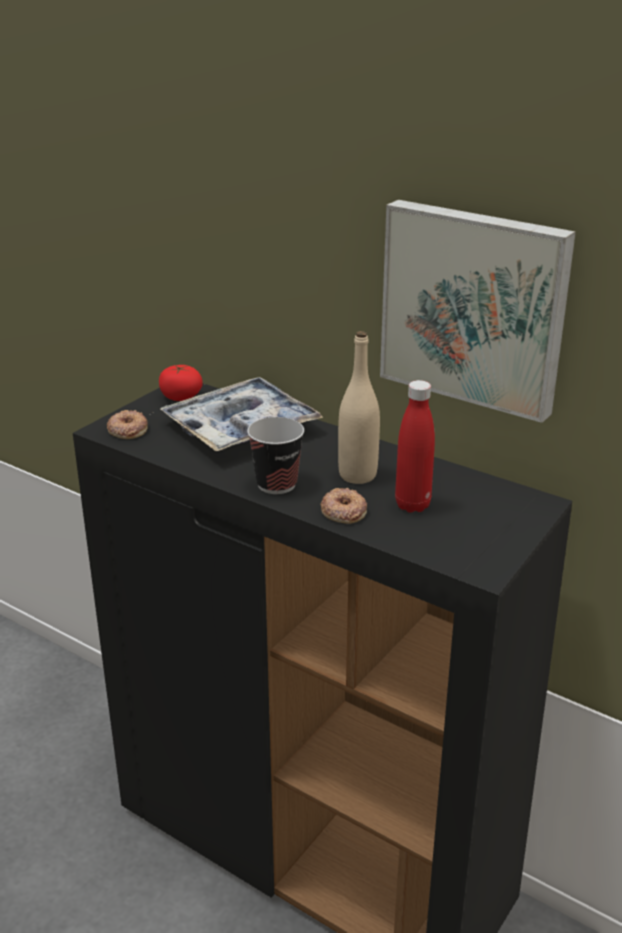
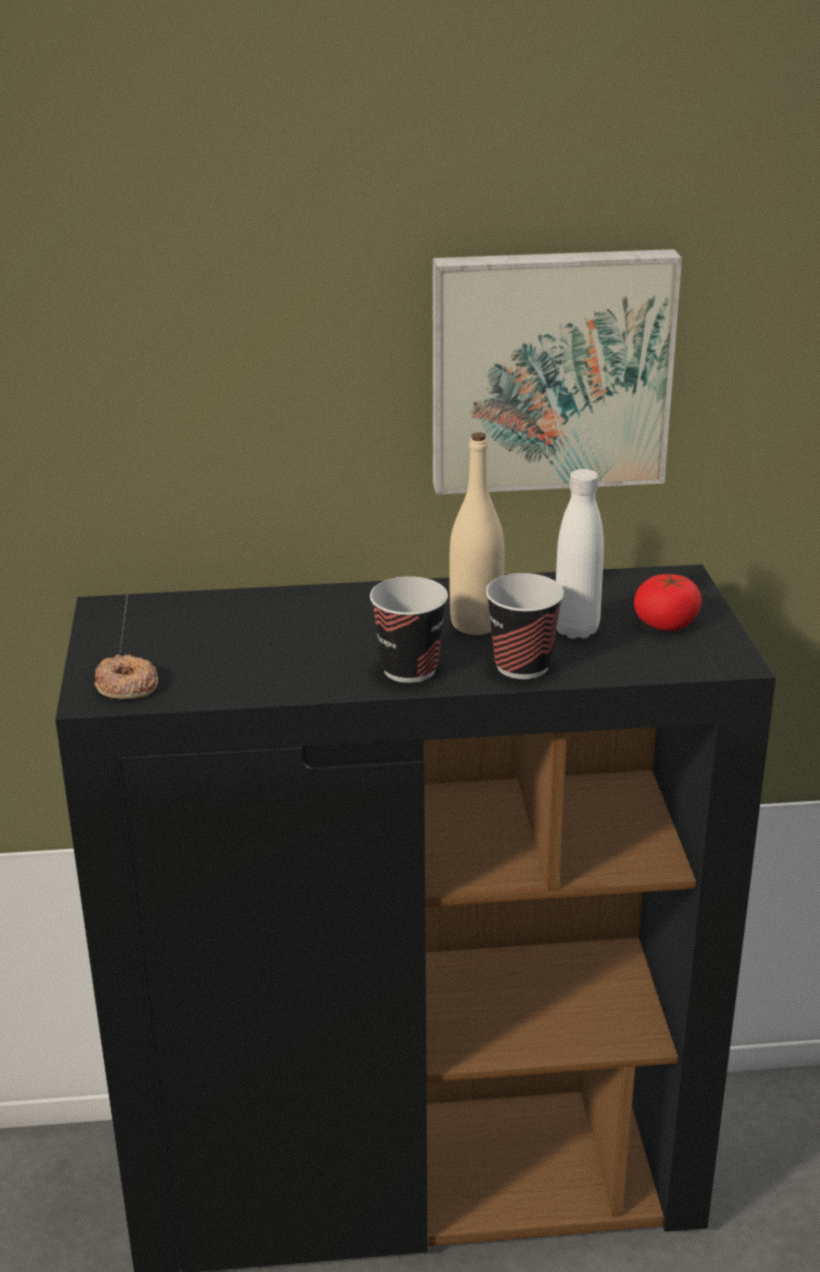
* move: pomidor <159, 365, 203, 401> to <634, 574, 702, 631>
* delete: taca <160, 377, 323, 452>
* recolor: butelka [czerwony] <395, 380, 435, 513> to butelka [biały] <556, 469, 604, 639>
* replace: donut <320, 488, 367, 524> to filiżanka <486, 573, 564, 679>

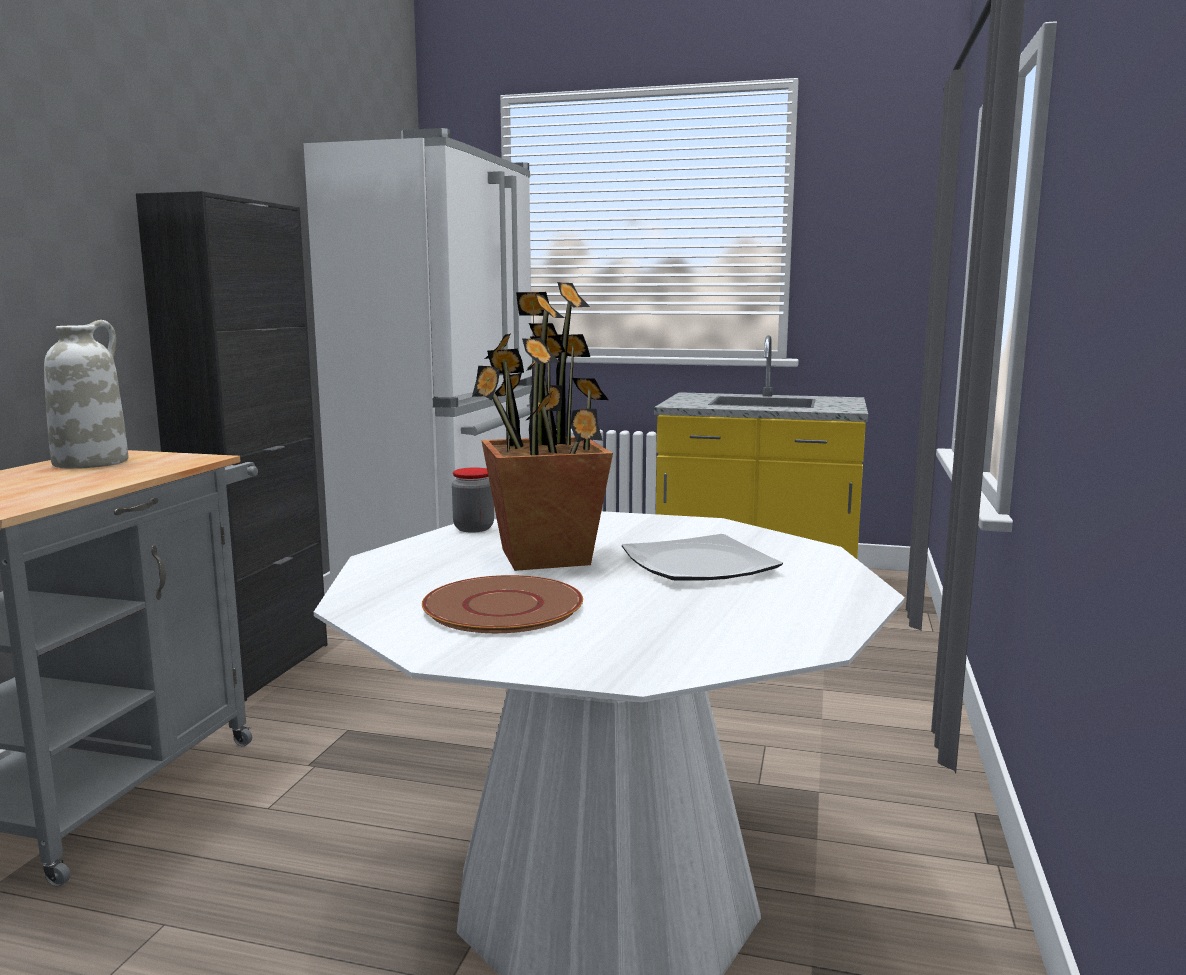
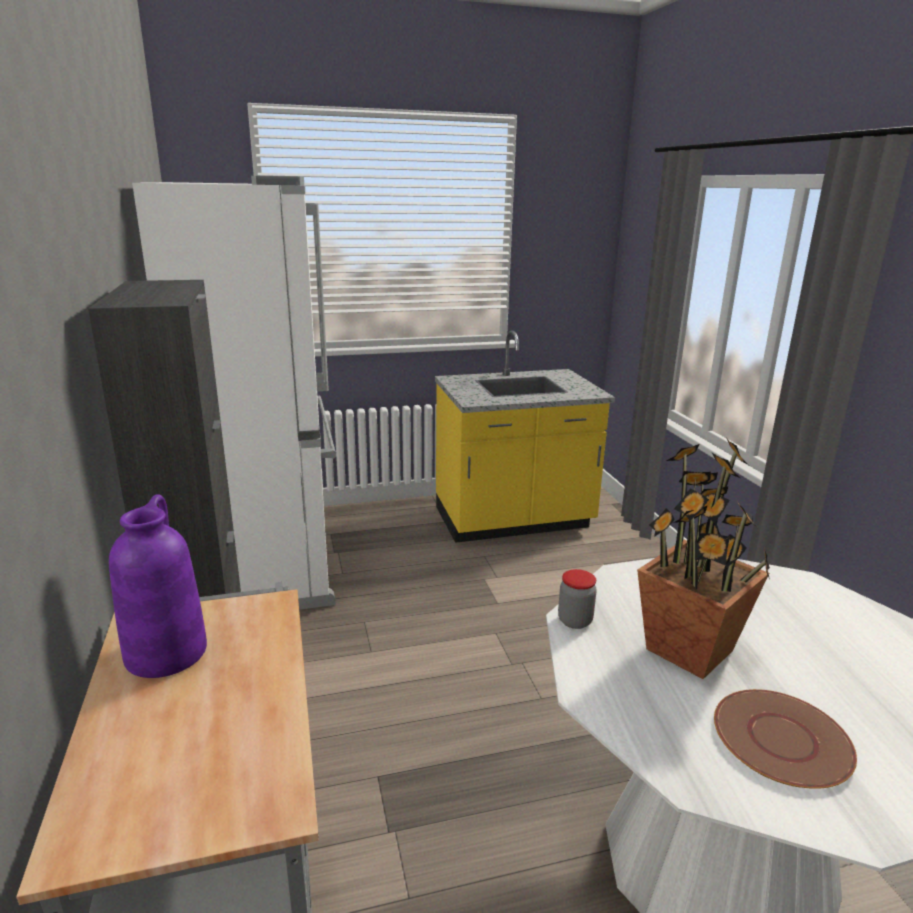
* recolor: wazon [biały] <44, 320, 128, 469> to wazon [fioletowy] <109, 494, 207, 678>
* delete: talerz <622, 534, 783, 581>

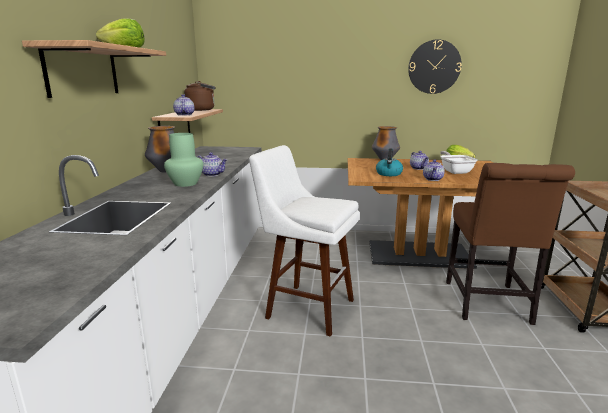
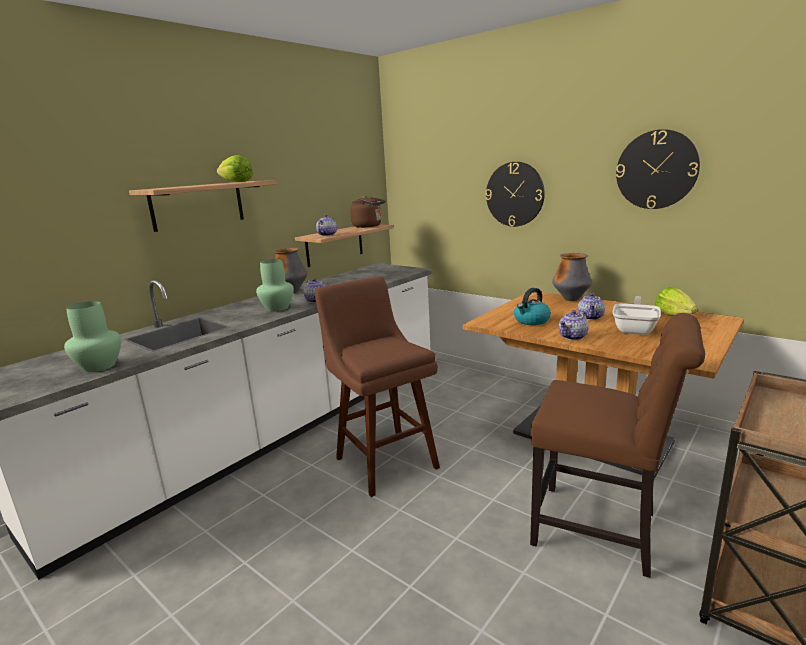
* recolor: stołek [biały] <249, 145, 360, 337> to stołek [brązowy] <315, 277, 440, 497>
* rotate: krzesło [brązowy] <446, 163, 575, 325> = <530, 313, 705, 578> 105 degrees counterclockwise
* insert: zegar ścienny <485, 162, 545, 227>
* insert: wazon [zielony] <64, 301, 121, 372>

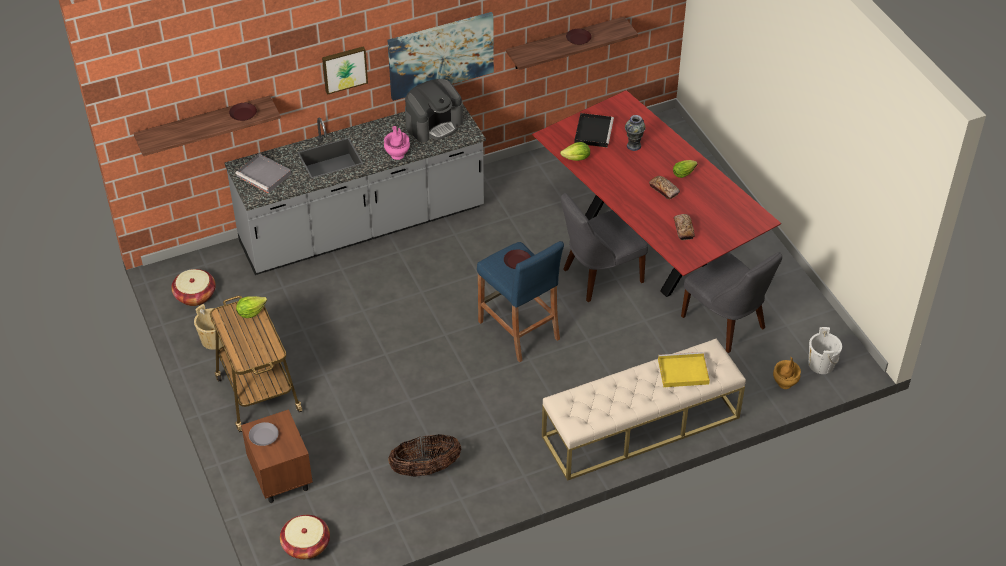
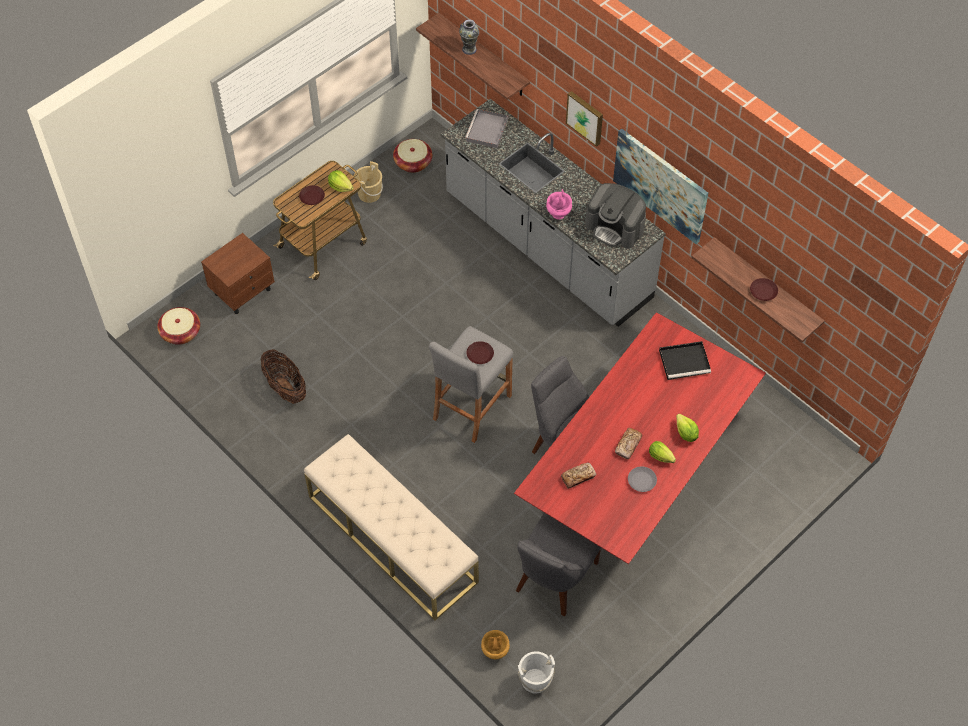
* move: talerz [brązowy] <229, 103, 257, 121> to <299, 185, 325, 205>
* move: wazon <625, 115, 645, 151> to <459, 19, 479, 55>
* move: sałata <560, 142, 590, 161> to <676, 414, 699, 442>
* recolor: stołek [niebieski] <477, 241, 564, 362> to stołek [szary] <429, 326, 513, 443>
* delete: taca [żółty] <658, 352, 710, 387>
* move: talerz [szary] <249, 422, 279, 446> to <628, 466, 657, 492>

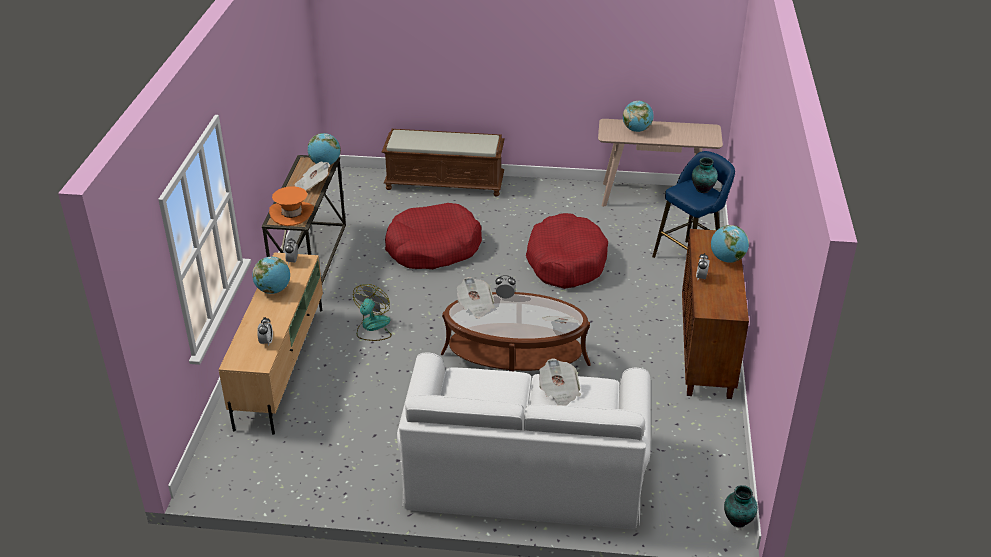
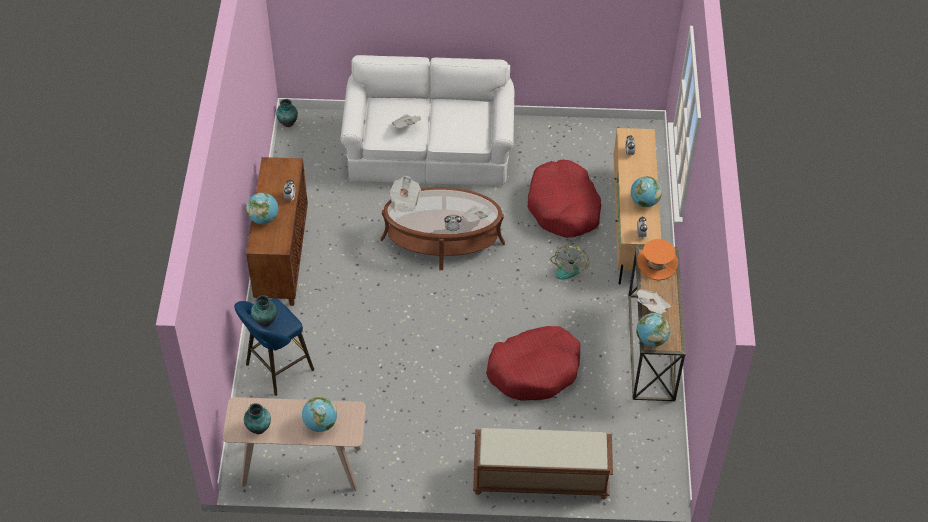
* move: legowisko [czerwony] <526, 213, 608, 289> to <528, 159, 601, 238>
* insert: wazon <244, 403, 271, 434>

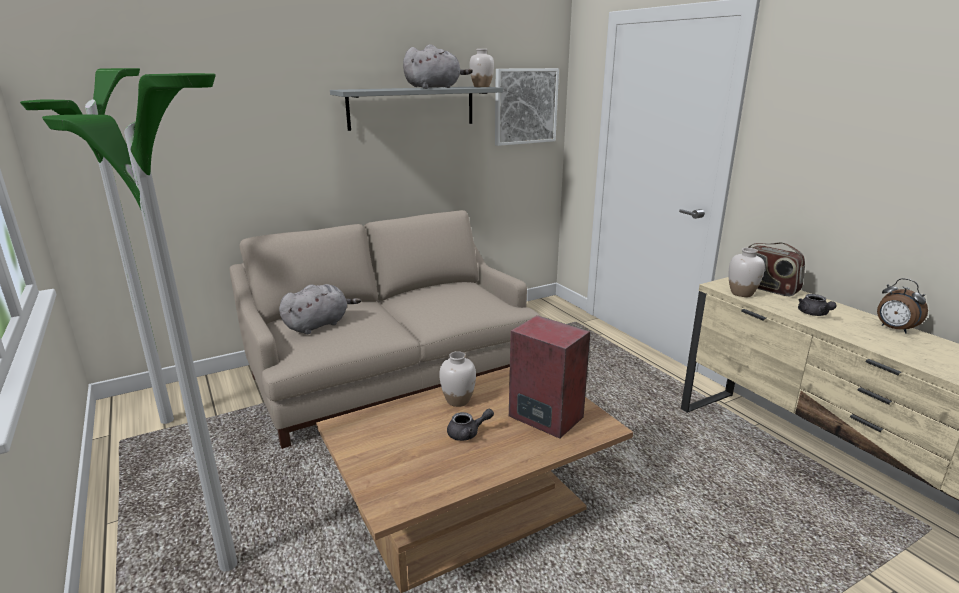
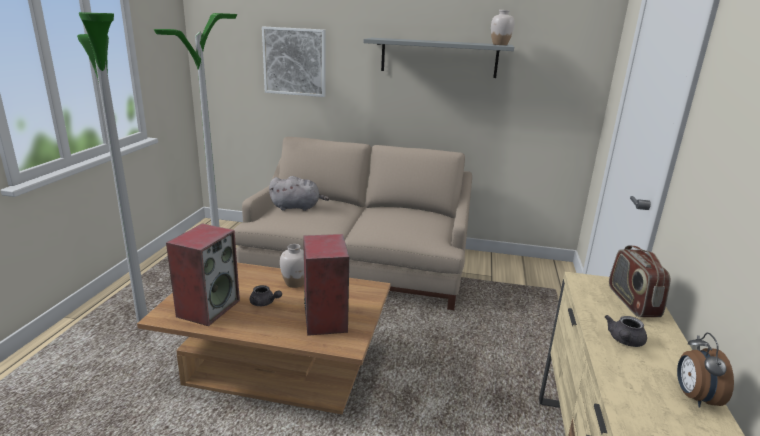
* delete: pluszak [szary] <403, 44, 473, 89>
* move: obraz <495, 68, 559, 146> to <262, 27, 325, 97>
* delete: wazon [biały] <729, 248, 765, 297>
* insert: głośnik <166, 223, 240, 326>

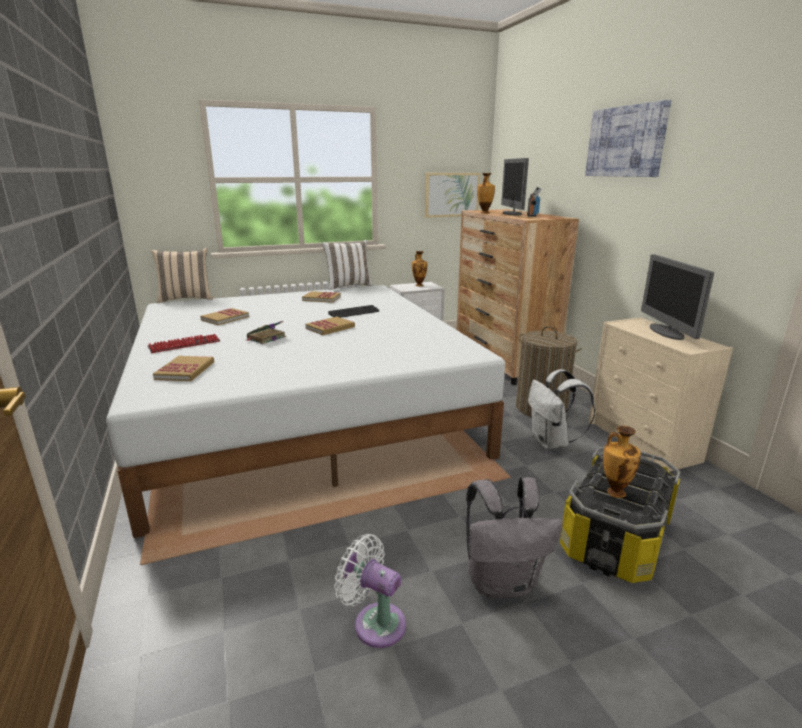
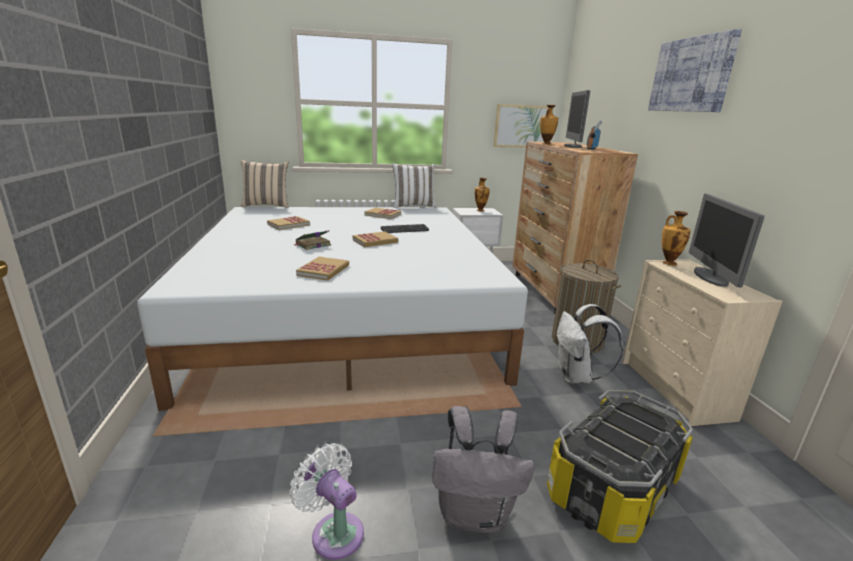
* delete: klawiatura <148, 334, 220, 353>
* move: książka <153, 356, 214, 381> to <296, 257, 349, 280>
* move: wazon <603, 426, 641, 498> to <662, 211, 691, 265>

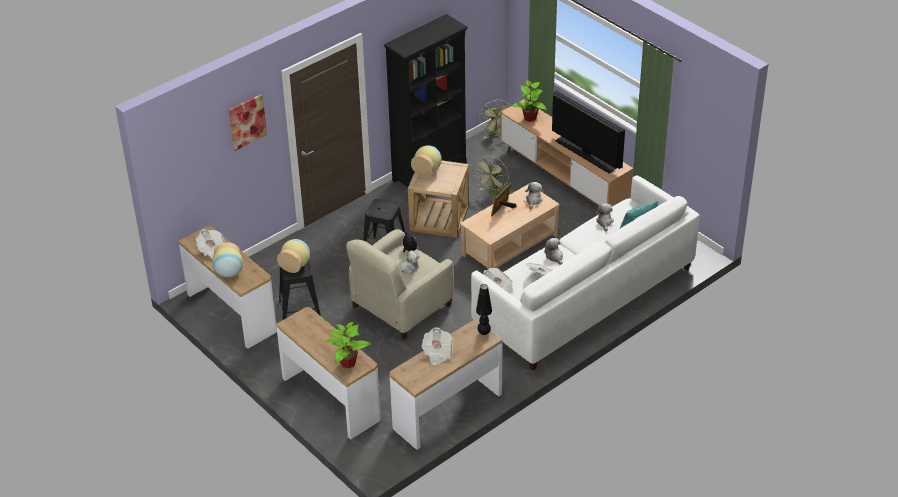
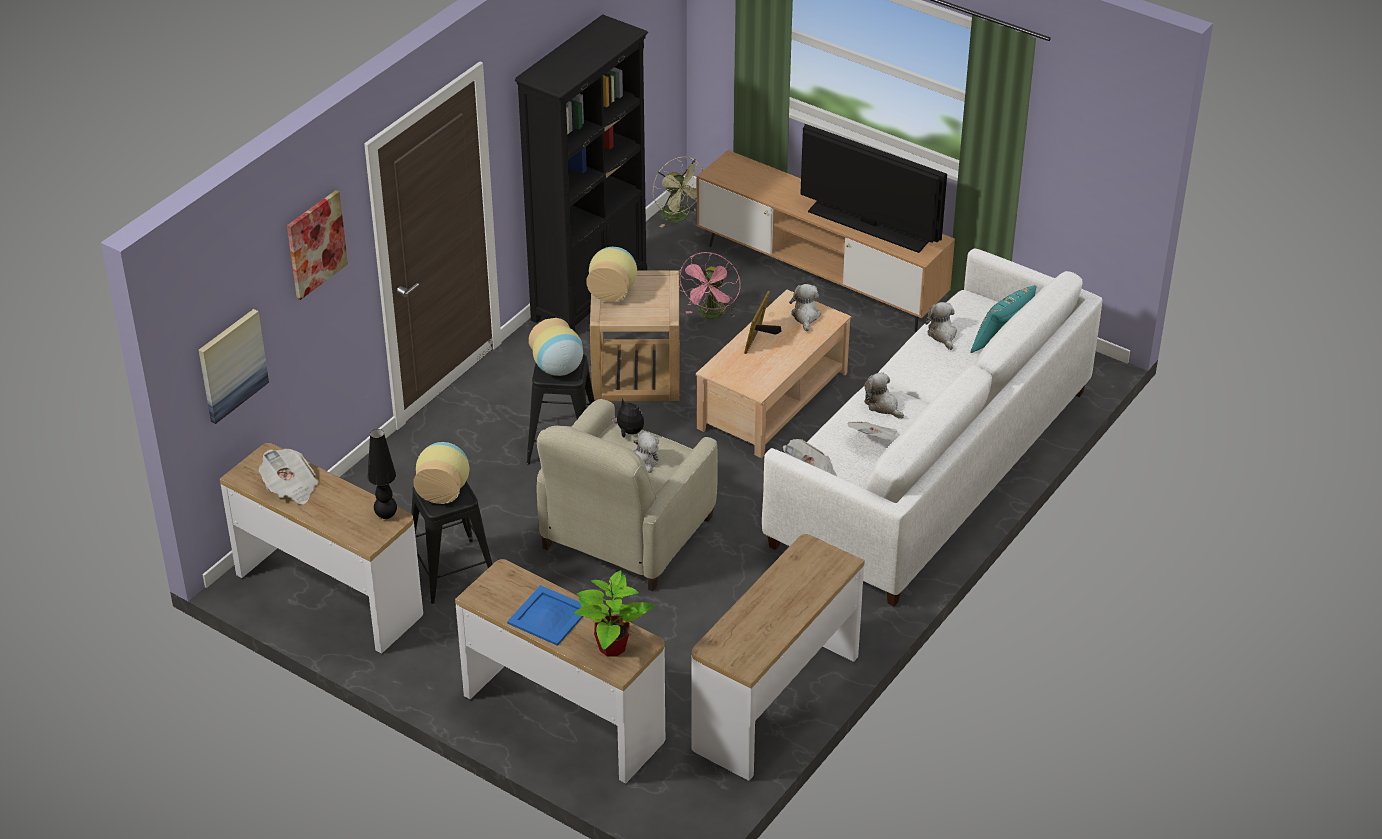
* delete: roślina doniczkowa <512, 80, 547, 122>
* recolor: wentylator [zielony] <474, 156, 509, 195> to wentylator [różowy] <679, 252, 741, 319>
* move: wazon <212, 243, 243, 277> to <529, 318, 583, 376>
* move: lampa stołowa [czarny] <476, 284, 492, 335> to <368, 429, 397, 519>
* delete: gazeta <421, 327, 453, 365>
* insert: obraz <199, 309, 269, 424>
* insert: taca [niebieski] <507, 585, 583, 646>

